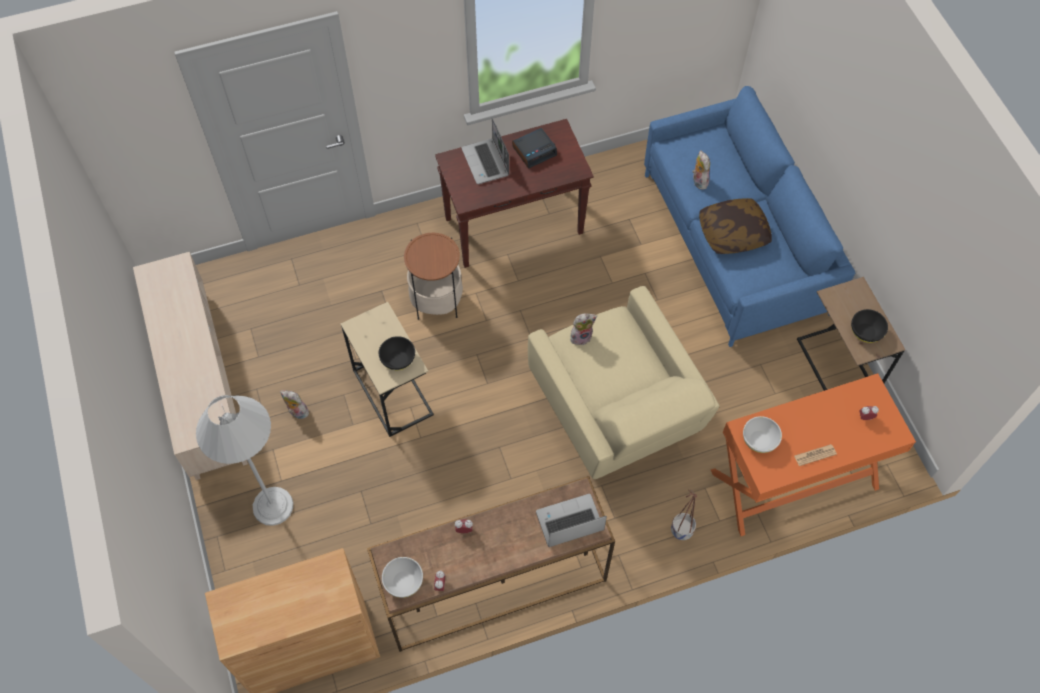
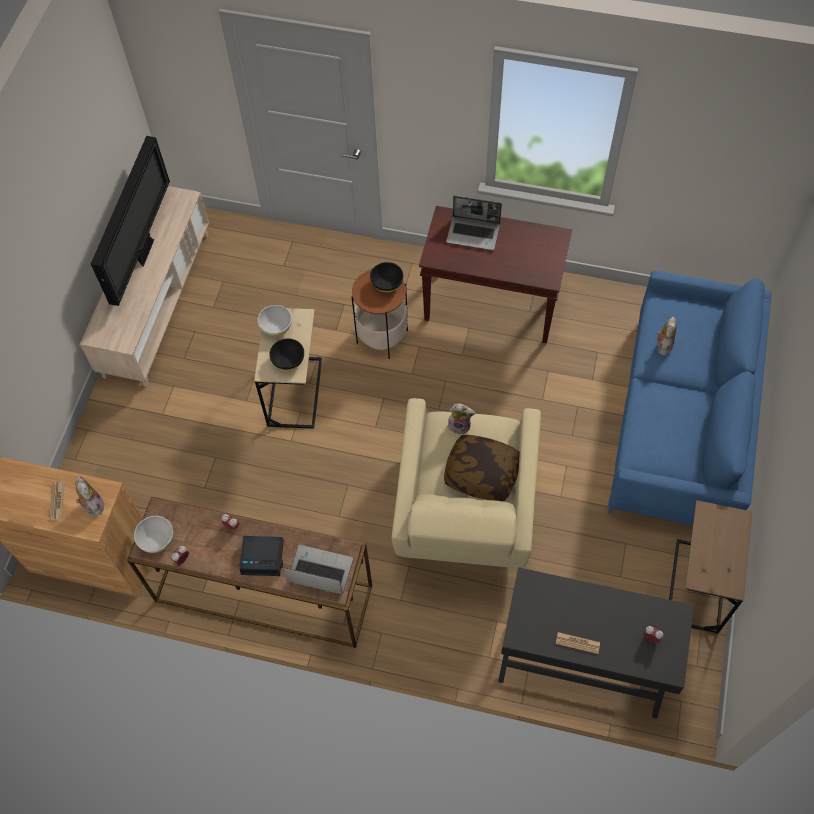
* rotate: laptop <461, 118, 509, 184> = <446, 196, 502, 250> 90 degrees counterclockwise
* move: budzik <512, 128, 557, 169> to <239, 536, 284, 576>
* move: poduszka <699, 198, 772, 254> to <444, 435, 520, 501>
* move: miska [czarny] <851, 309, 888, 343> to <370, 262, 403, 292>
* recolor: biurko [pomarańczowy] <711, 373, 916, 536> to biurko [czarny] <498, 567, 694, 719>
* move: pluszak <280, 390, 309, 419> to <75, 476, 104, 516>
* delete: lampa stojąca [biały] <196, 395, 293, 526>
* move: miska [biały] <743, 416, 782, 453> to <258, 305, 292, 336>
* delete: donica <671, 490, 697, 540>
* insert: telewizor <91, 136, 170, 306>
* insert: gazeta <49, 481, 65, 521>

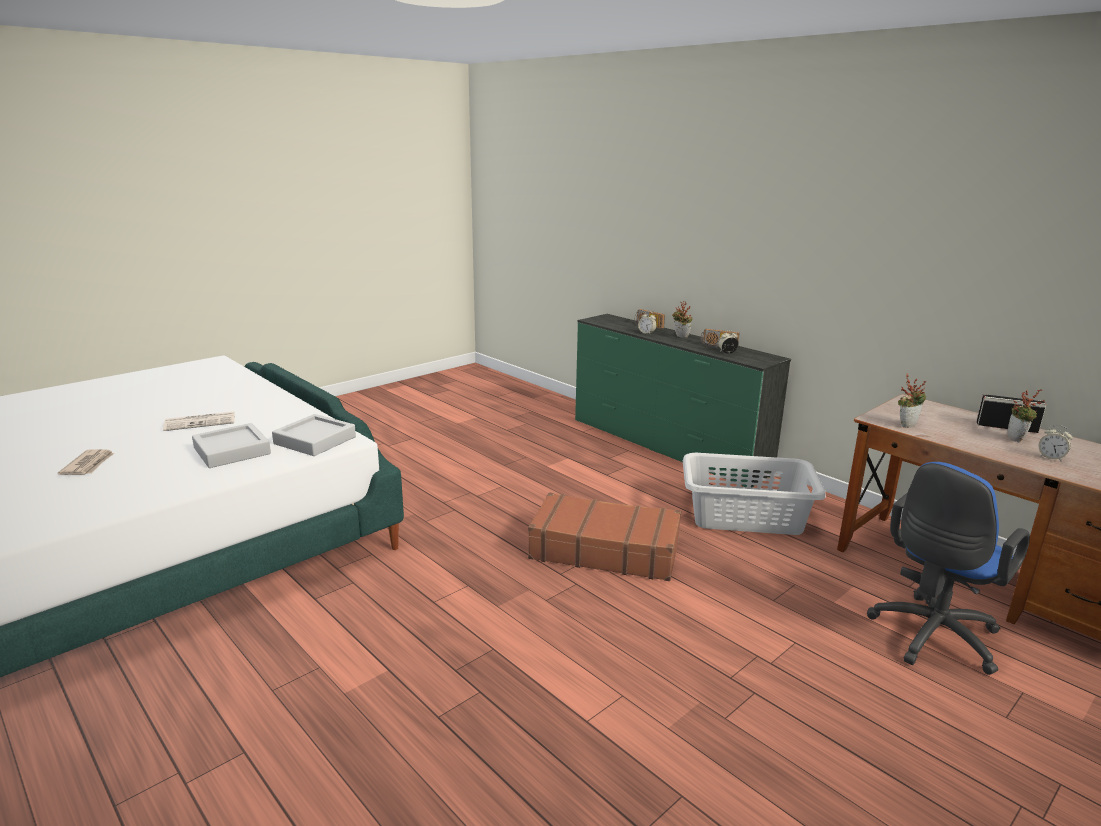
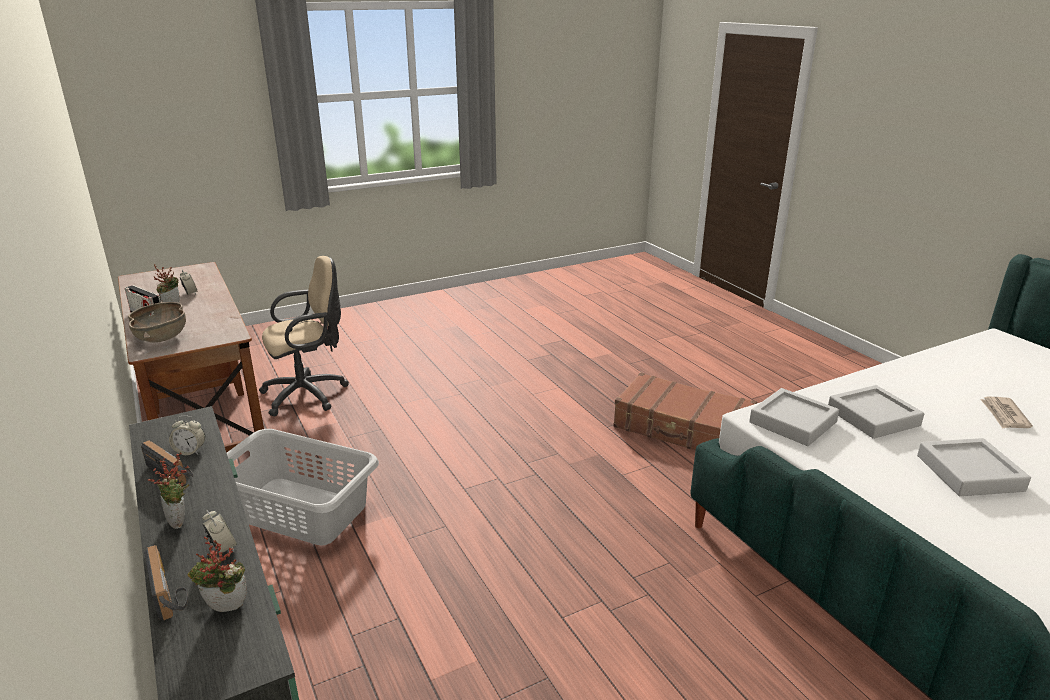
* move: roślina doniczkowa <898, 374, 927, 428> to <187, 537, 247, 612>
* replace: gazeta <163, 411, 235, 431> to taca [szary] <917, 438, 1031, 496>
* recolor: krzesło biurowe [niebieski] <867, 462, 1030, 675> to krzesło biurowe [beżowy] <259, 256, 349, 416>
* move: walizka [brązowy] <528, 493, 681, 581> to <613, 372, 757, 450>
* insert: miska [brązowy] <128, 302, 186, 343>

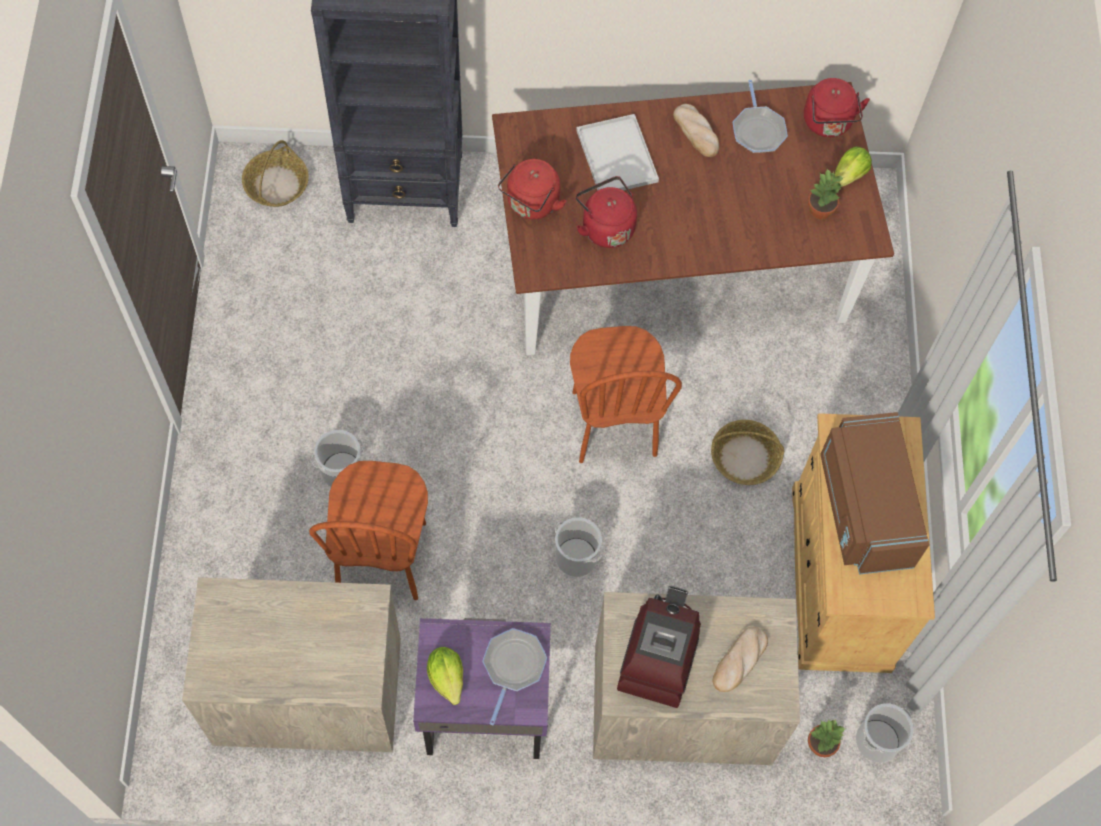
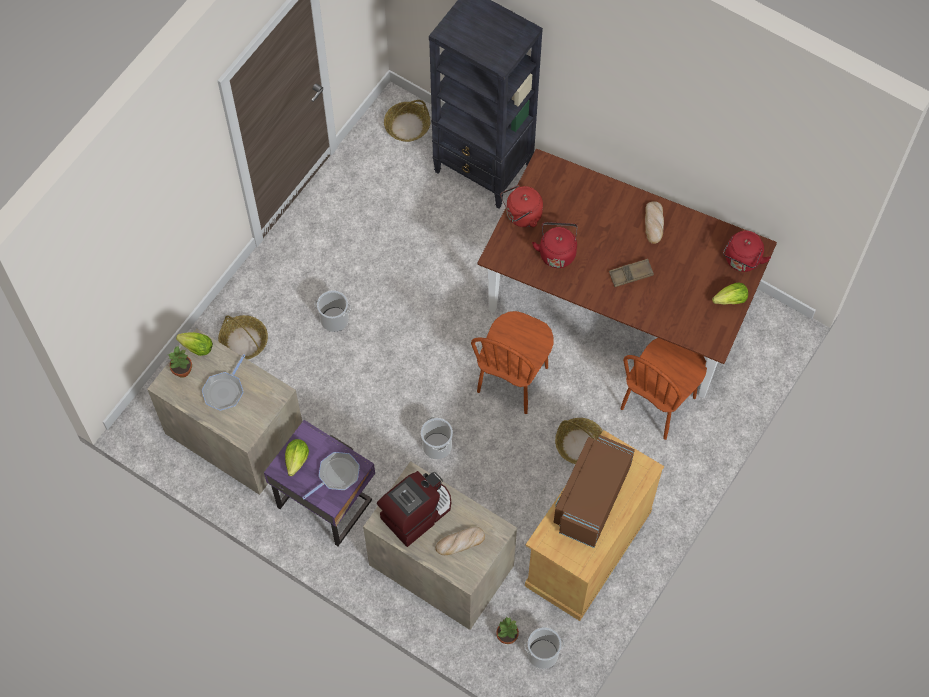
* move: patelnia <732, 80, 788, 153> to <202, 354, 245, 411>
* delete: taca [biały] <576, 114, 659, 190>
* move: roślina doniczkowa <808, 169, 844, 220> to <168, 346, 192, 378>
* move: krzesło [brązowy] <309, 461, 428, 600> to <621, 338, 707, 440>
* insert: taca [brązowy] <609, 259, 654, 287>
* insert: koszyk <218, 315, 268, 359>
* insert: sałata <176, 332, 213, 356>

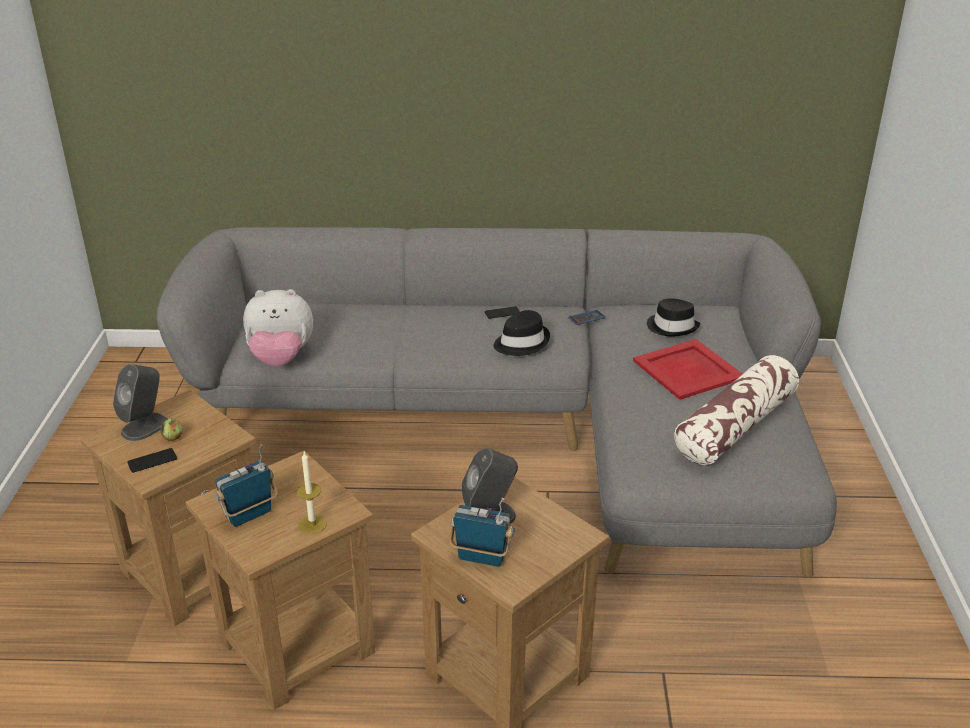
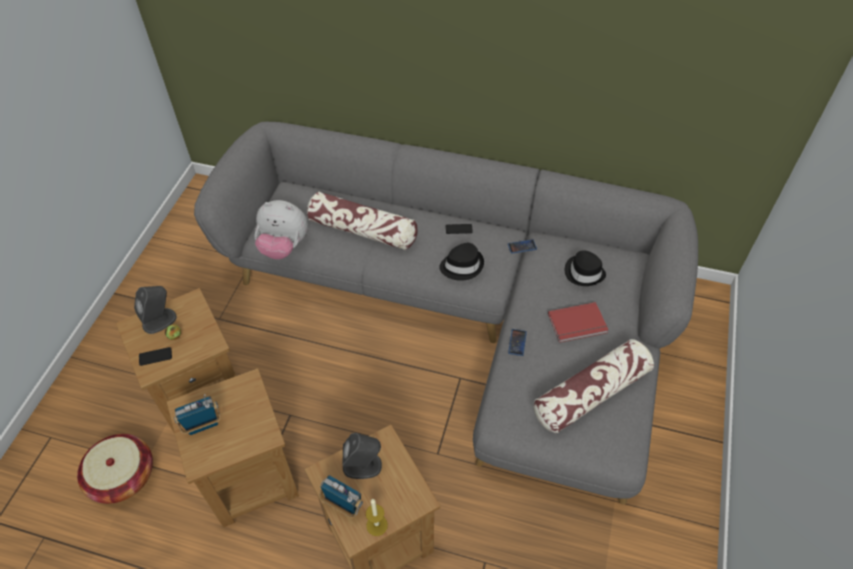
* replace: taca [czerwony] <633, 339, 743, 400> to książka [czerwony] <548, 302, 608, 343>
* move: świeca <296, 452, 327, 534> to <366, 499, 388, 536>
* insert: poduszka <307, 192, 417, 250>
* insert: telefon <508, 329, 527, 356>
* insert: koszyk <77, 434, 153, 504>

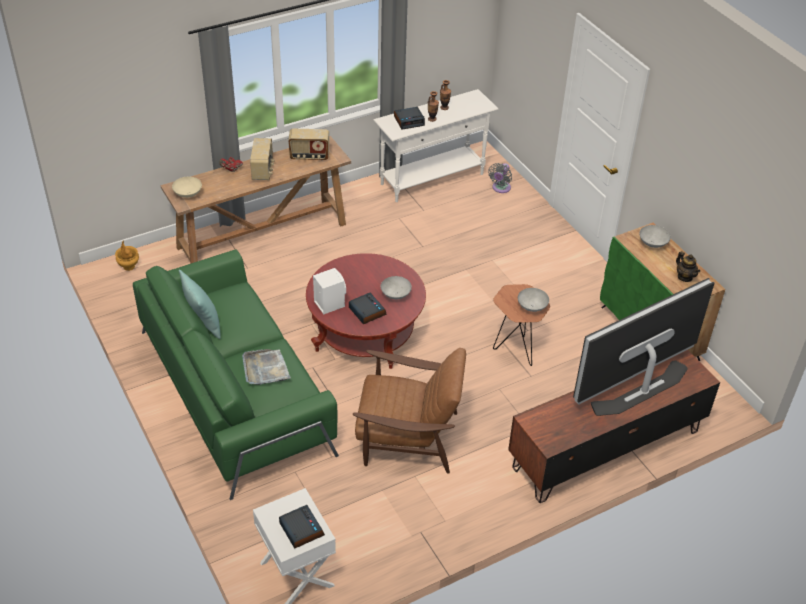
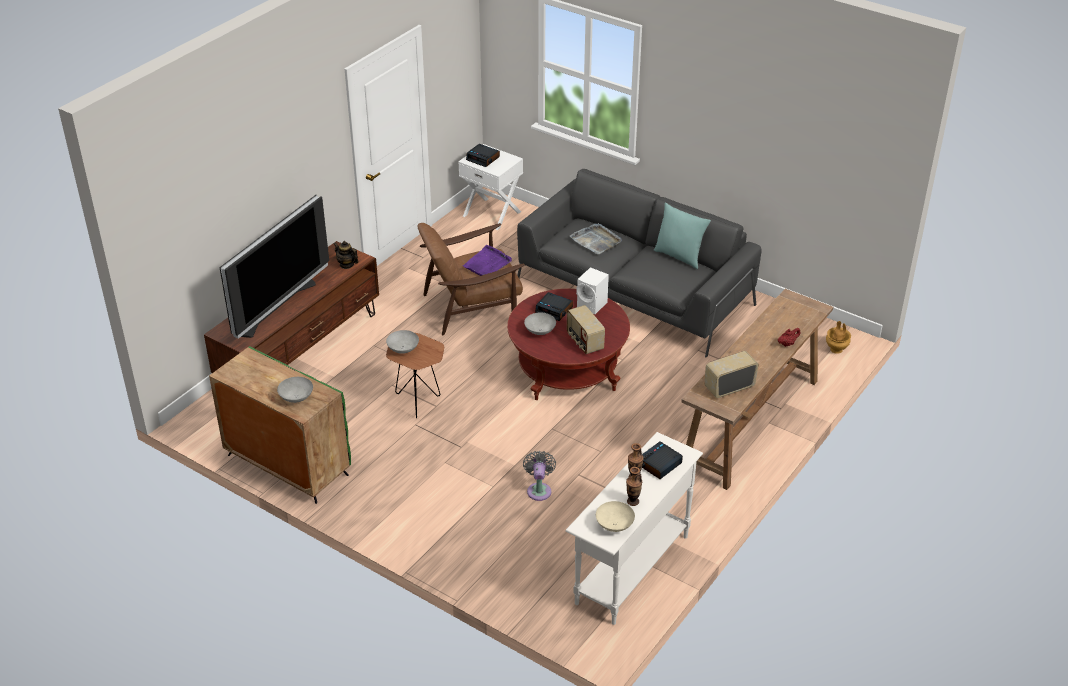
* move: radio <250, 138, 274, 180> to <567, 305, 605, 354>
* move: wentylator [szary] <488, 163, 512, 193> to <523, 450, 556, 501>
* move: miska [beżowy] <172, 177, 202, 198> to <596, 501, 635, 532>
* recolor: kanapa [zielony] <133, 249, 339, 500> to kanapa [szary] <517, 169, 762, 358>
* move: imbryk <676, 251, 700, 282> to <333, 241, 359, 269>
* insert: taca [fioletowy] <463, 245, 512, 276>

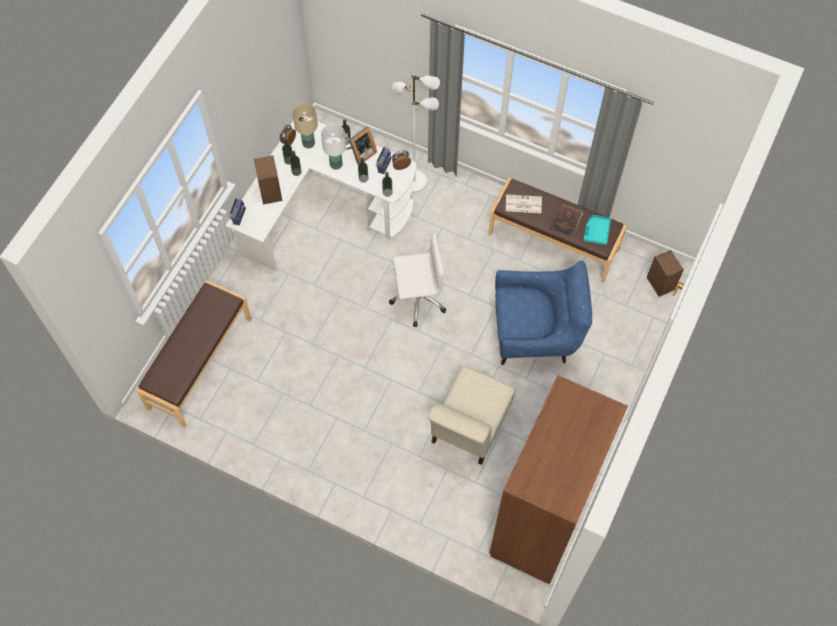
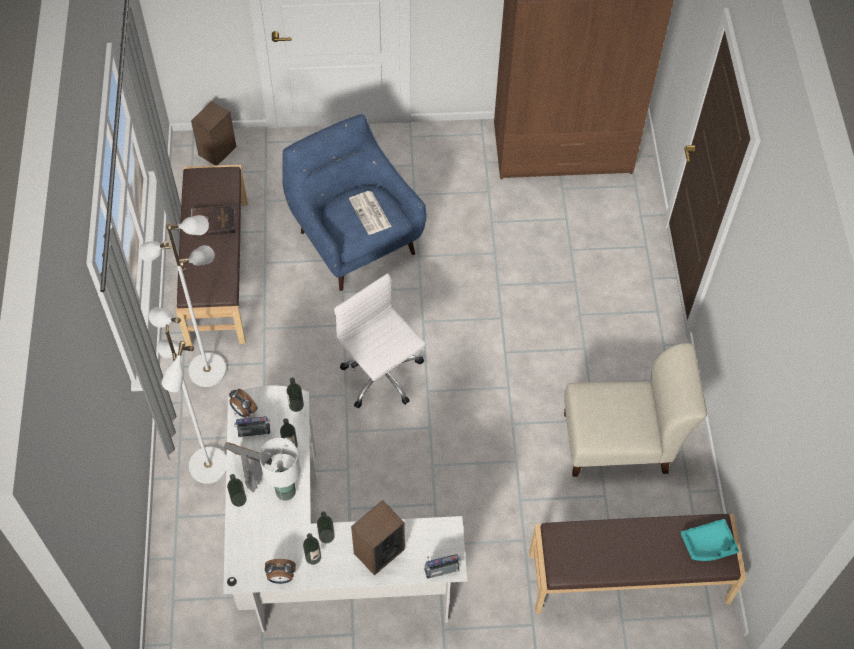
* delete: lampa stołowa [beżowy] <292, 102, 318, 148>
* move: gazeta <506, 194, 542, 213> to <349, 191, 392, 235>
* move: taca [turkusowy] <583, 215, 611, 245> to <681, 519, 739, 561>
* move: krzesło [beżowy] <428, 366, 515, 465> to <564, 343, 707, 477>
* insert: lampa stojąca [biały] <138, 215, 227, 387>

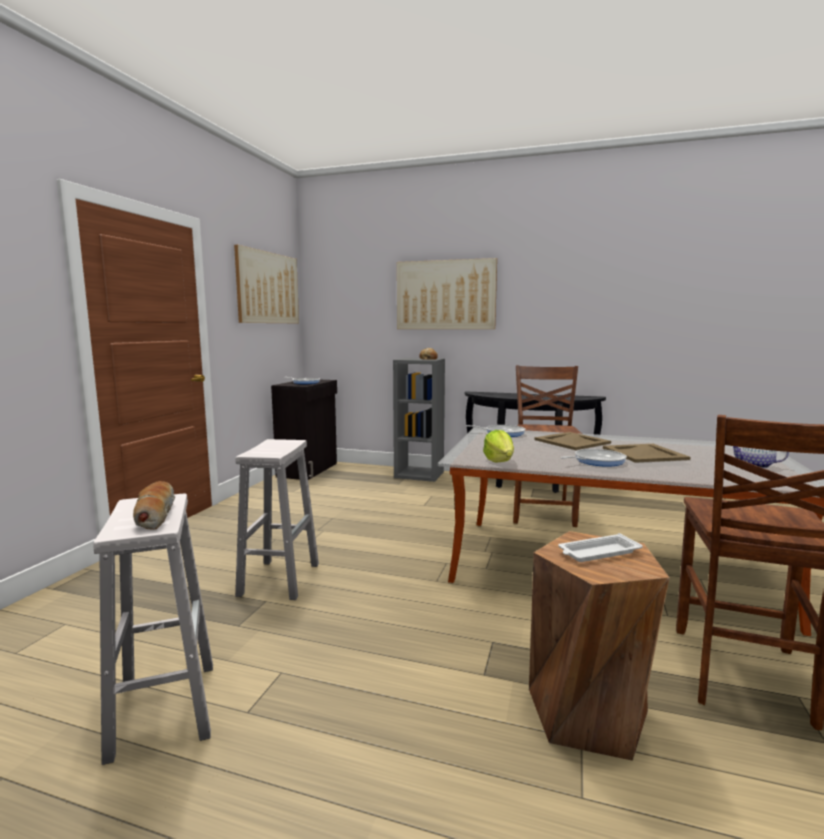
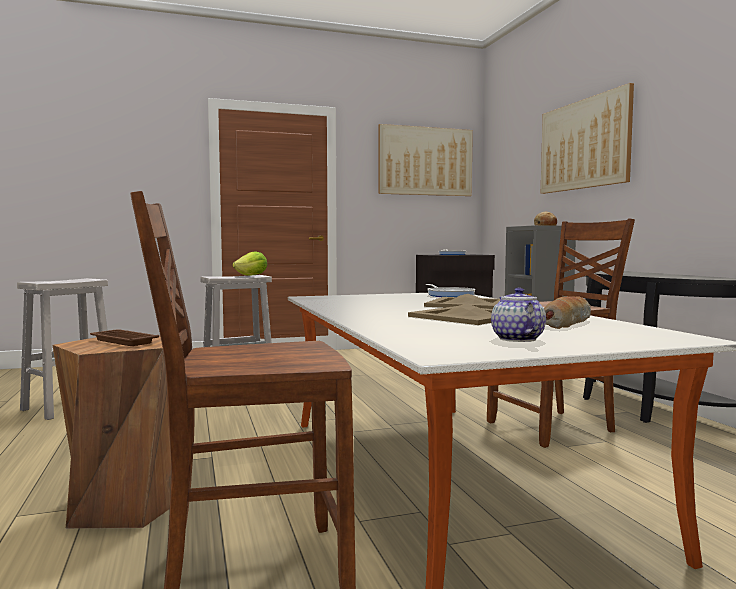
* move: sałata <483, 430, 514, 463> to <232, 251, 267, 276>
* delete: patelnia <560, 449, 627, 467>
* move: chleb <133, 481, 175, 530> to <544, 296, 591, 329>
* recolor: taca [biały] <558, 533, 643, 562> to taca [brązowy] <90, 329, 159, 346>

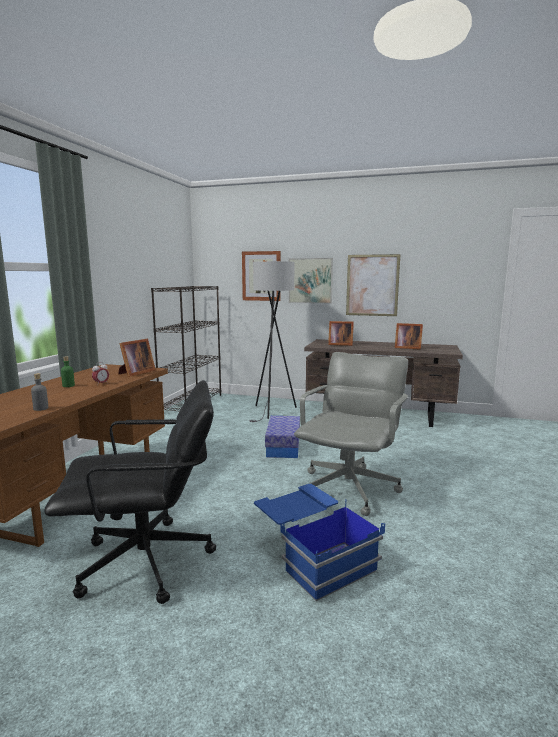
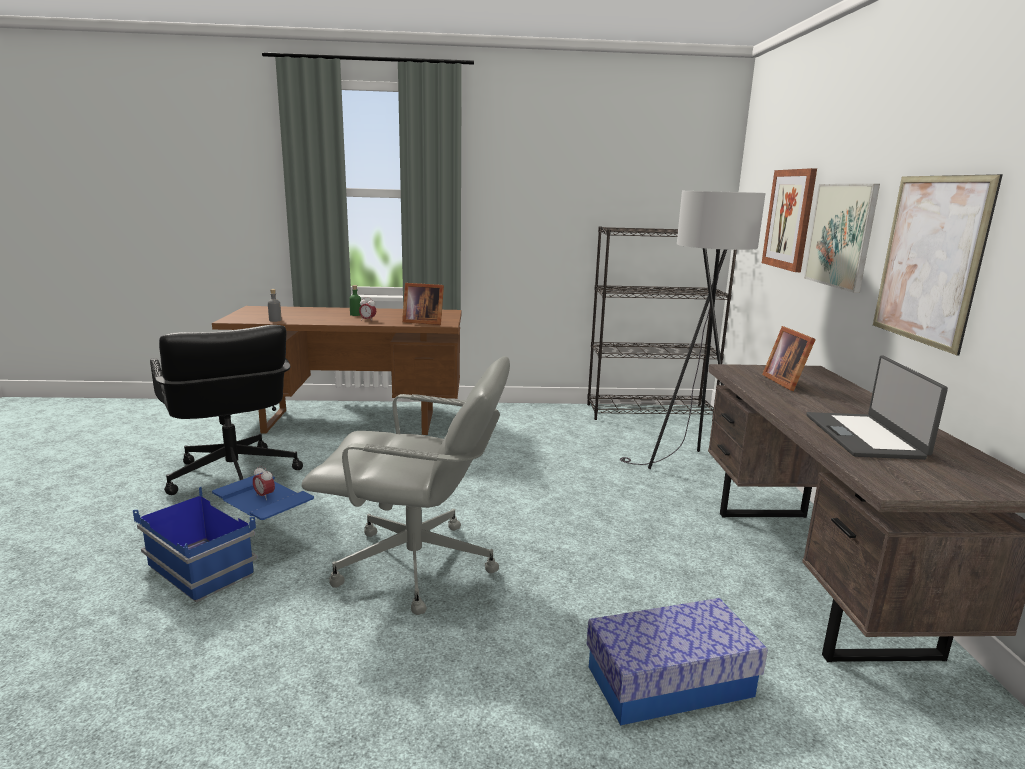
* replace: ramka na zdjęcie <395, 323, 423, 350> to laptop <806, 355, 948, 460>
* move: pojemnik do przechowywania <265, 416, 300, 458> to <587, 598, 768, 725>
* insert: budzik <253, 465, 275, 500>

